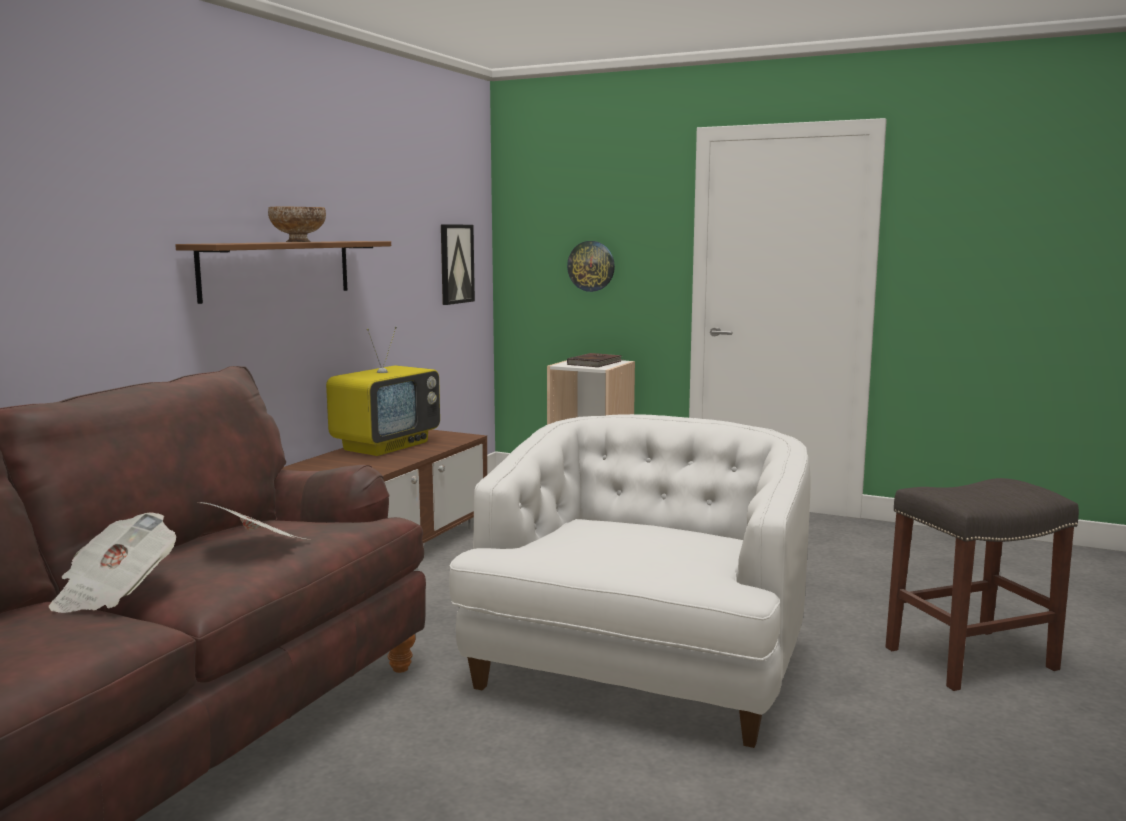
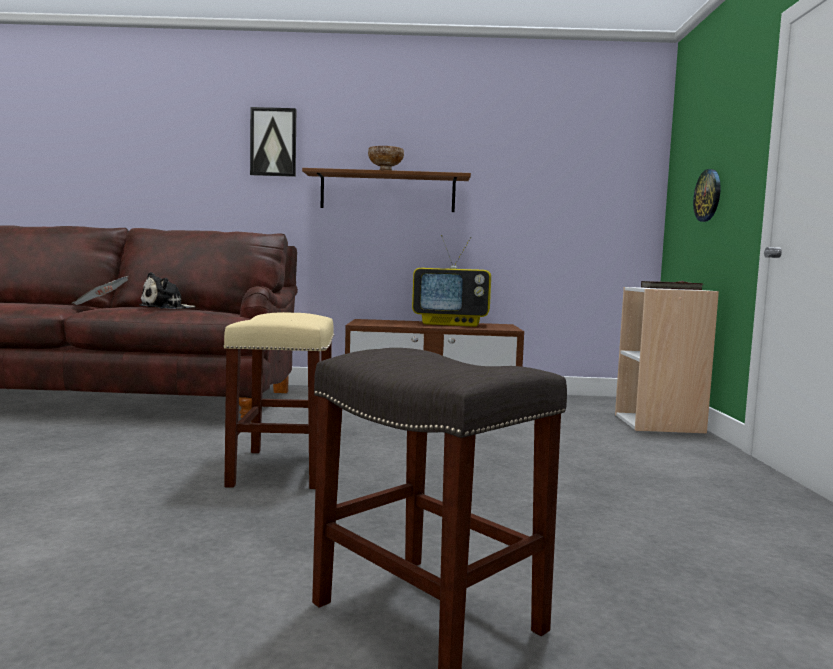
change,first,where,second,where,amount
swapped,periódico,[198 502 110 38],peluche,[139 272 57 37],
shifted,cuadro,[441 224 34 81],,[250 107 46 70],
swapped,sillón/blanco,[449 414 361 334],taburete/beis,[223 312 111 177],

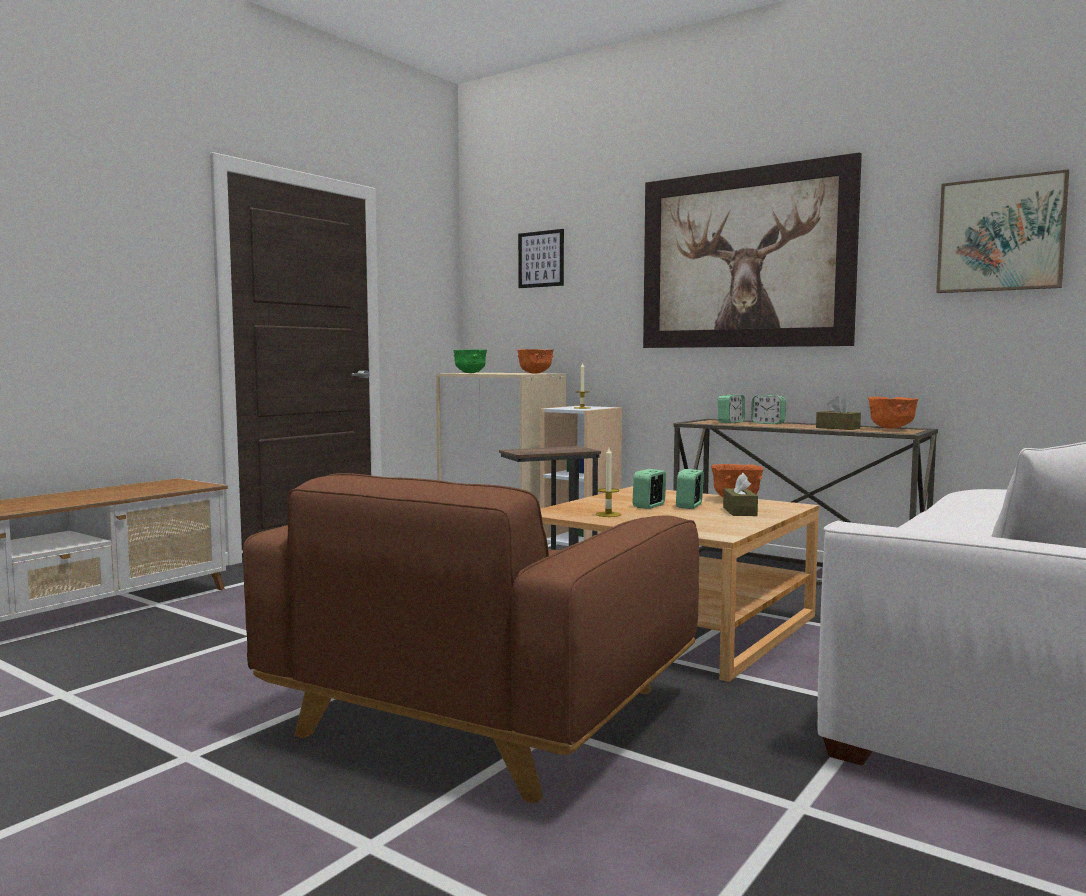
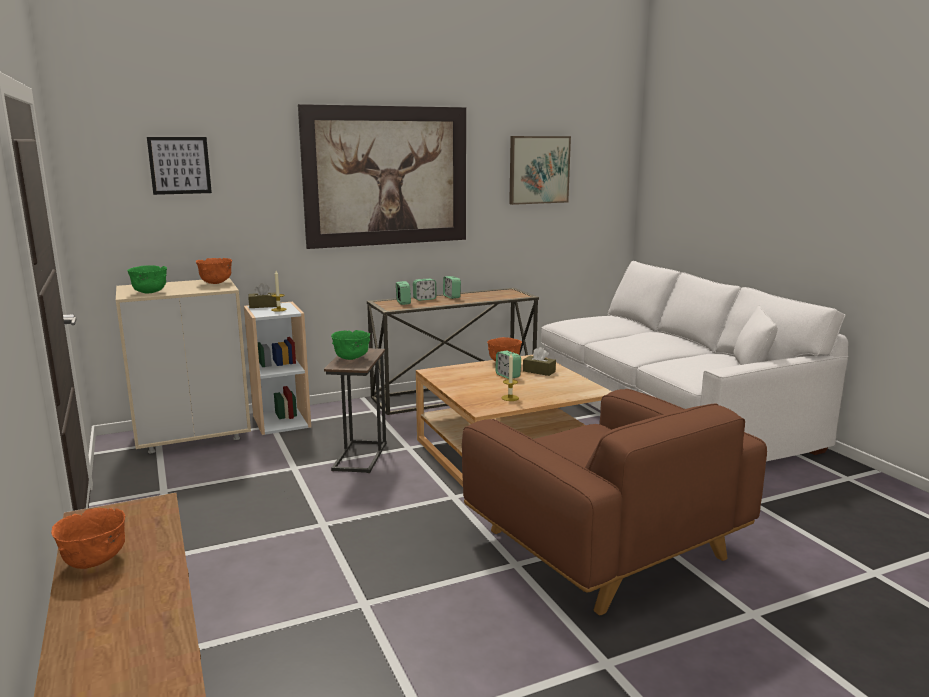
change,first,where,second,where,amount
shifted,despertador,[633 469 33 40],,[443 276 18 23],
shifted,caja de pañuelos/marrón,[816 396 45 34],,[248 283 29 25],
shifted,cuenco/naranja,[868 397 50 32],,[51 508 74 61],
new,,,cuenco/verde,[331 330 39 30],

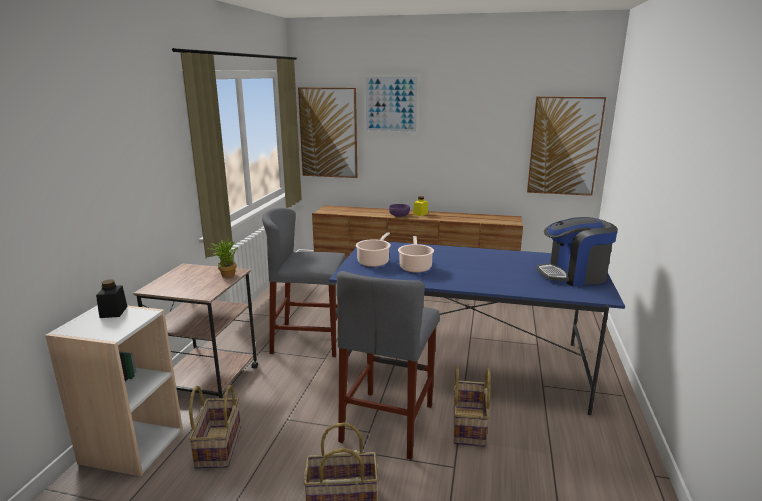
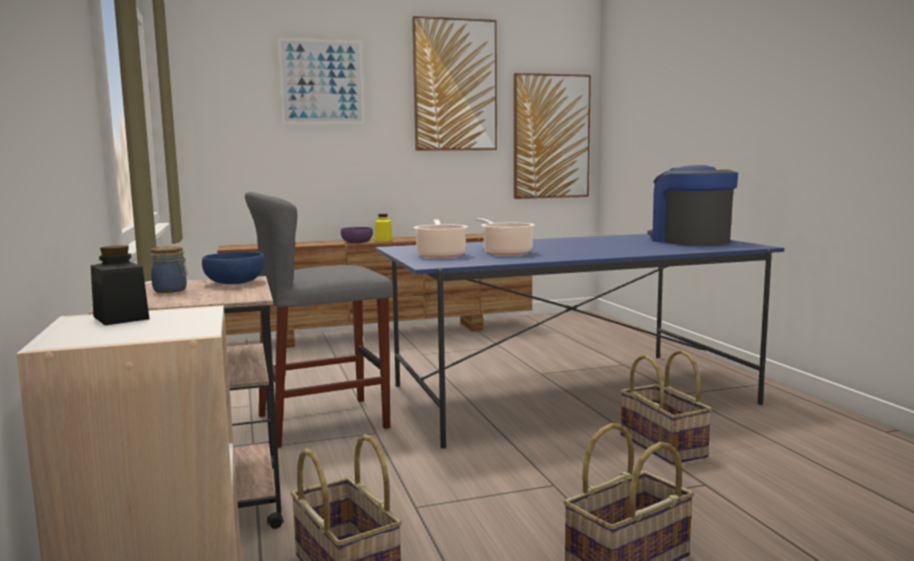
change,first,where,second,where,amount
swapped,planta en maceta,[207 237 31 41],cuenco/azul,[202 252 63 32],
shifted,cuadro,[298 87 59 91],,[412 16 85 135],
gone,taburete/gris,[337 271 103 189],,,
rotated,cafetera,[536 217 82 69],,[647 165 91 81],105 degrees clockwise
new,,,tarro,[150 246 38 47],

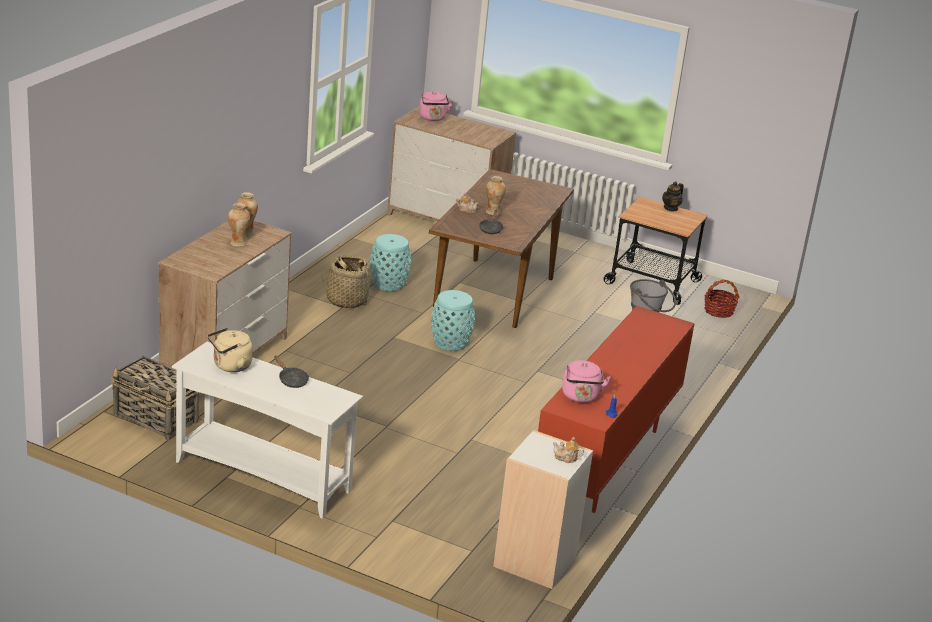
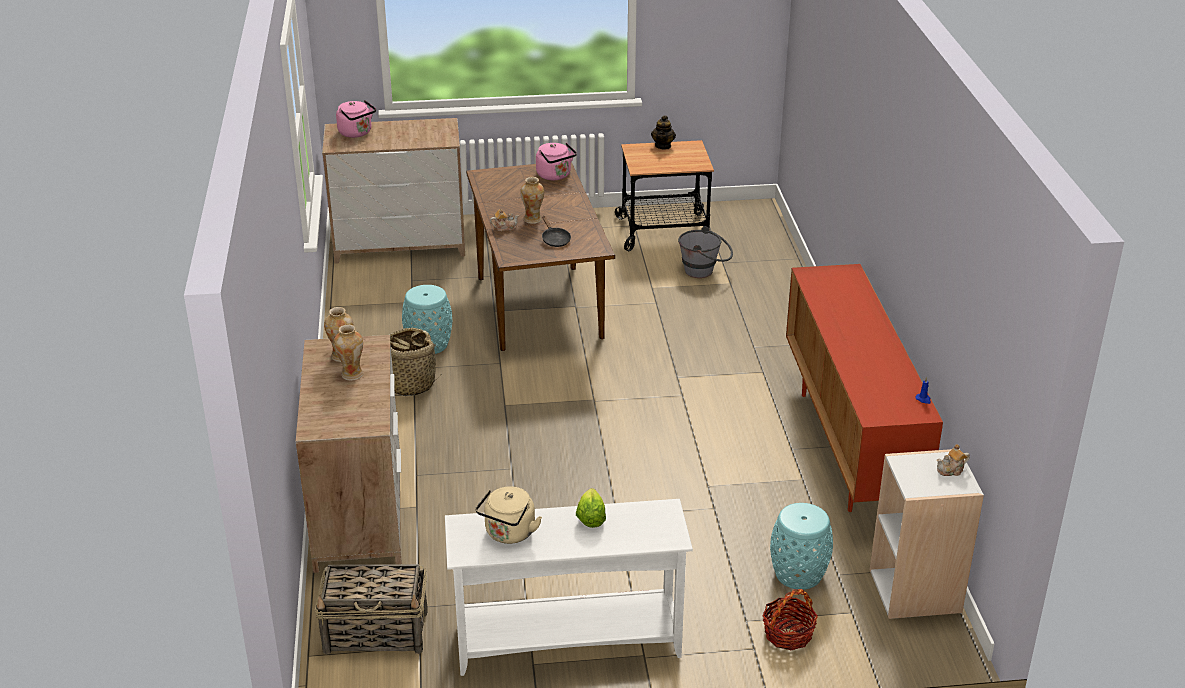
change,first,where,second,where,amount
swapped,sartén/negro,[274 356 35 32],lechuga,[576 488 30 40],
shifted,taburete/turquesa,[431 290 44 61],,[770 503 63 87],
shifted,hervidor/rosa,[562 360 49 43],,[536 143 41 37],
shifted,cesta,[704 280 35 38],,[762 589 56 61],

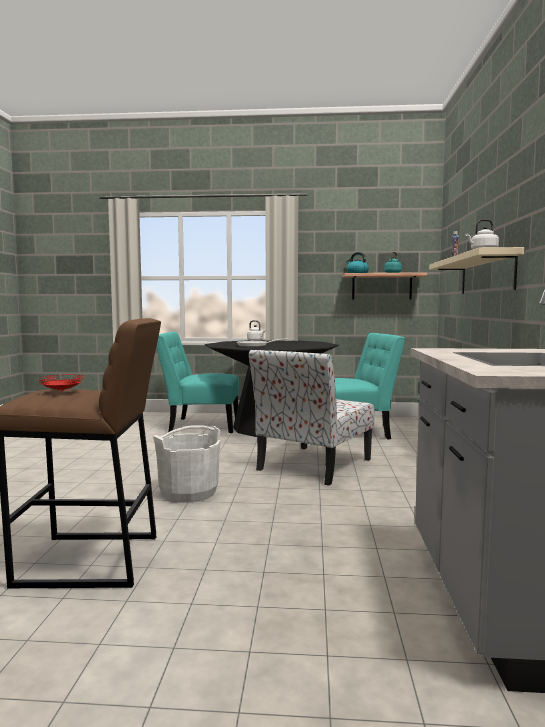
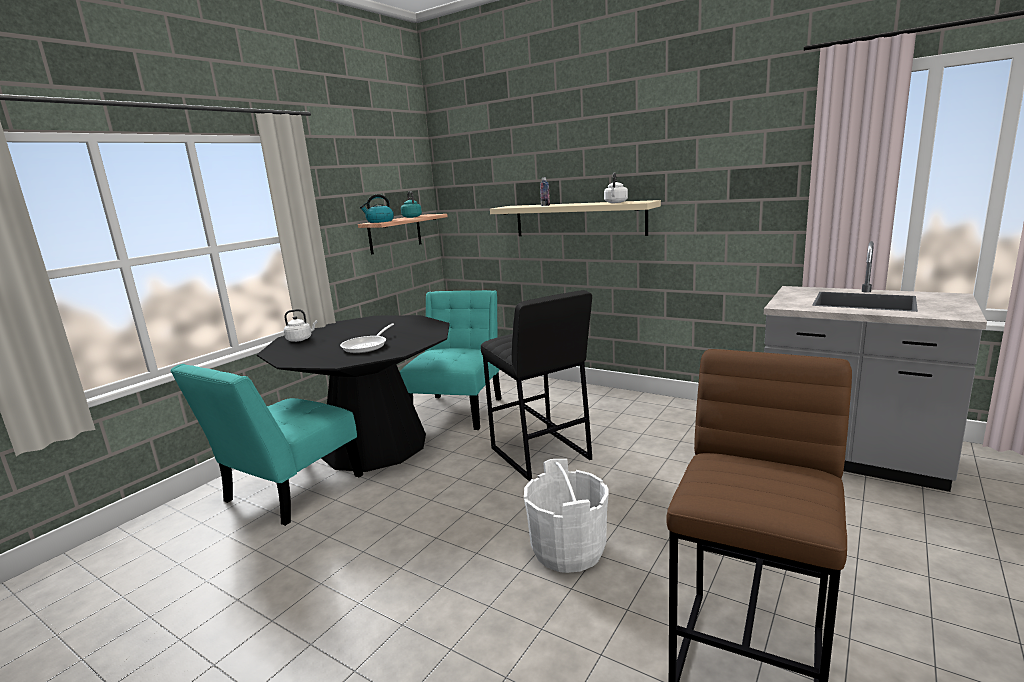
change,first,where,second,where,amount
gone,plato/rojo,[38 375 45 17],,,
swapped,silla,[249 350 126 136],taburete/negro,[481 290 111 191],

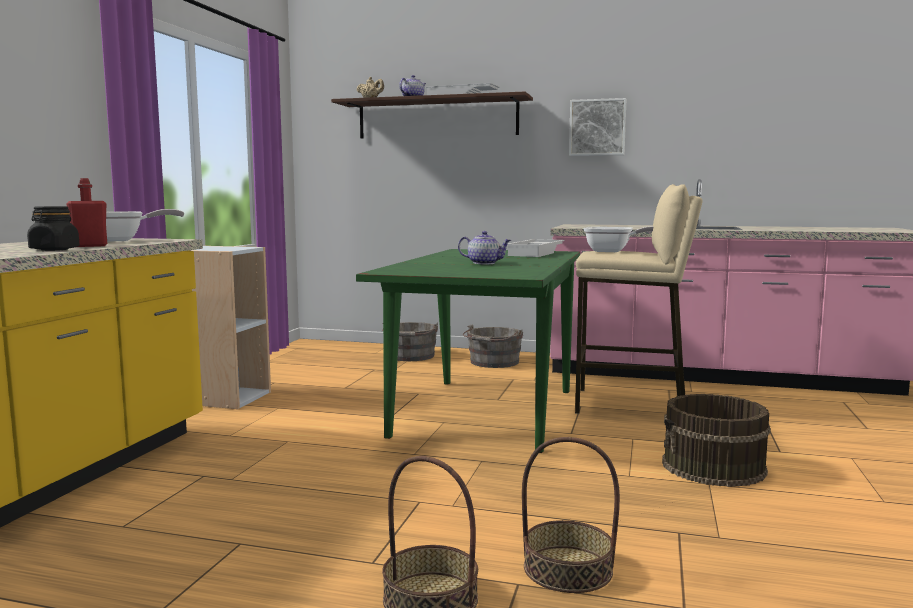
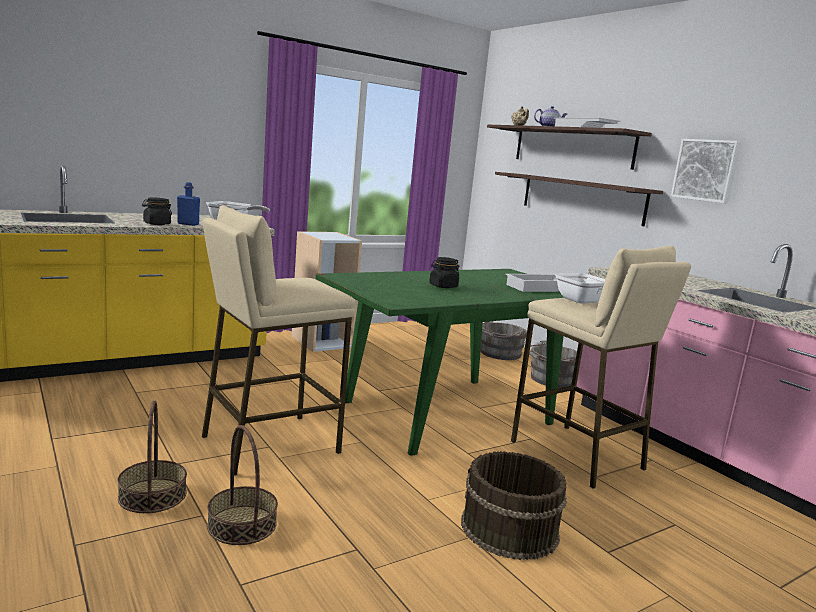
change,first,where,second,where,amount
repainted,botella/rojo,[66 178 41 69],botella/azul,[177 182 23 44],
swapped,tetera,[458 231 53 33],tarro/negro,[429 257 30 31],
new,,,taburete/beis,[202 206 153 270],
new,,,estante,[495 172 168 54],

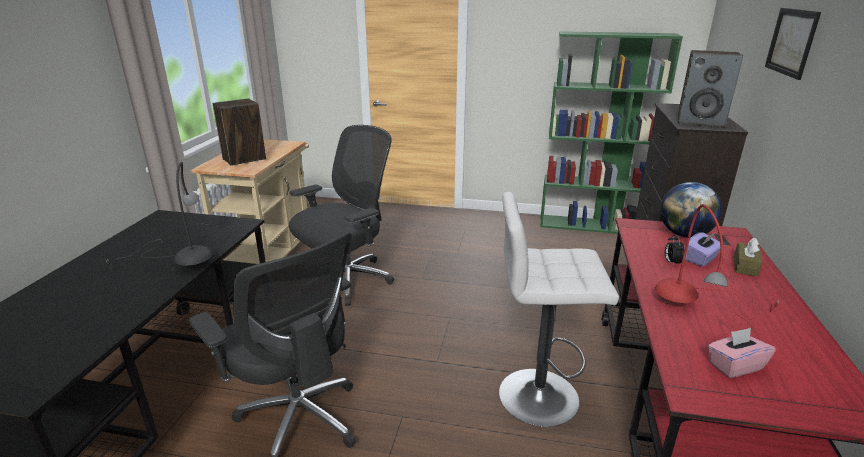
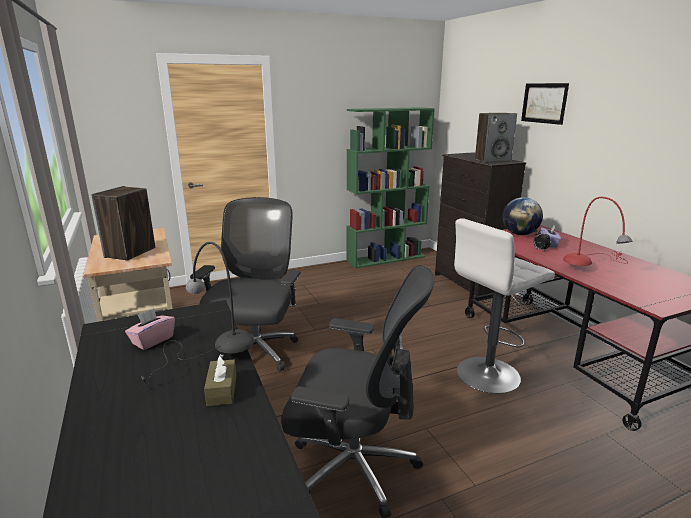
change,first,where,second,where,amount
shifted,caja de pañuelos/rosa,[707 328 69 50],,[125 308 50 42],
shifted,caja de pañuelos/marrón,[734 238 28 39],,[204 354 32 52],

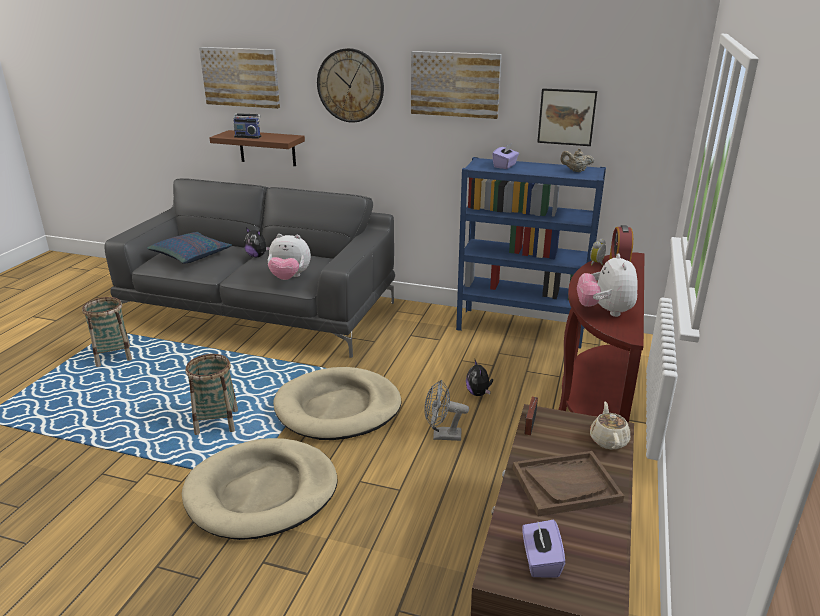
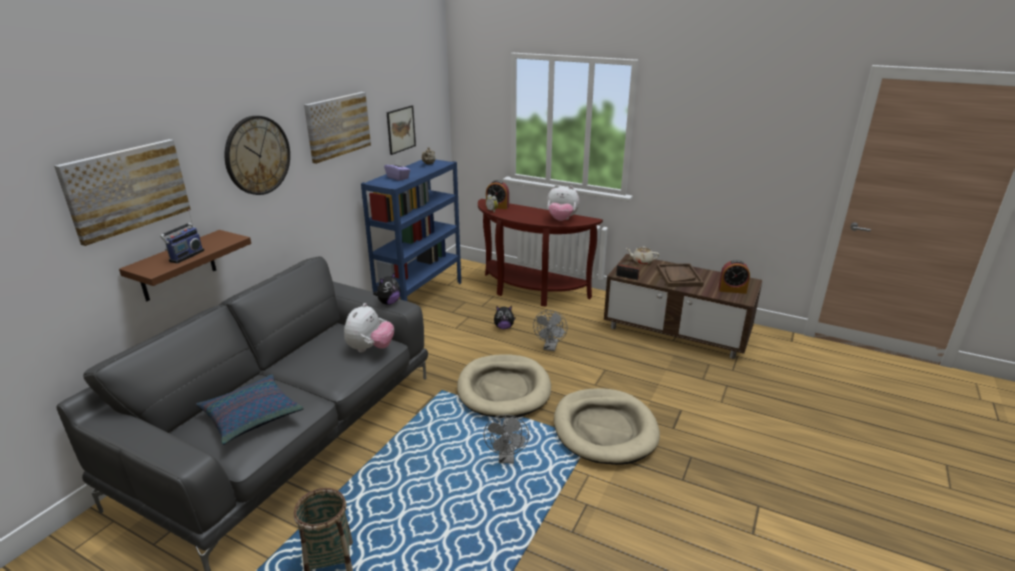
change,first,where,second,where,amount
swapped,cesta,[185 354 53 81],ventilador/gris,[484 414 45 49],
shifted,peluche,[244 228 26 29],,[373 273 28 32],
swapped,caja de pañuelos/morado,[522 520 43 58],despertador,[719 260 31 34],

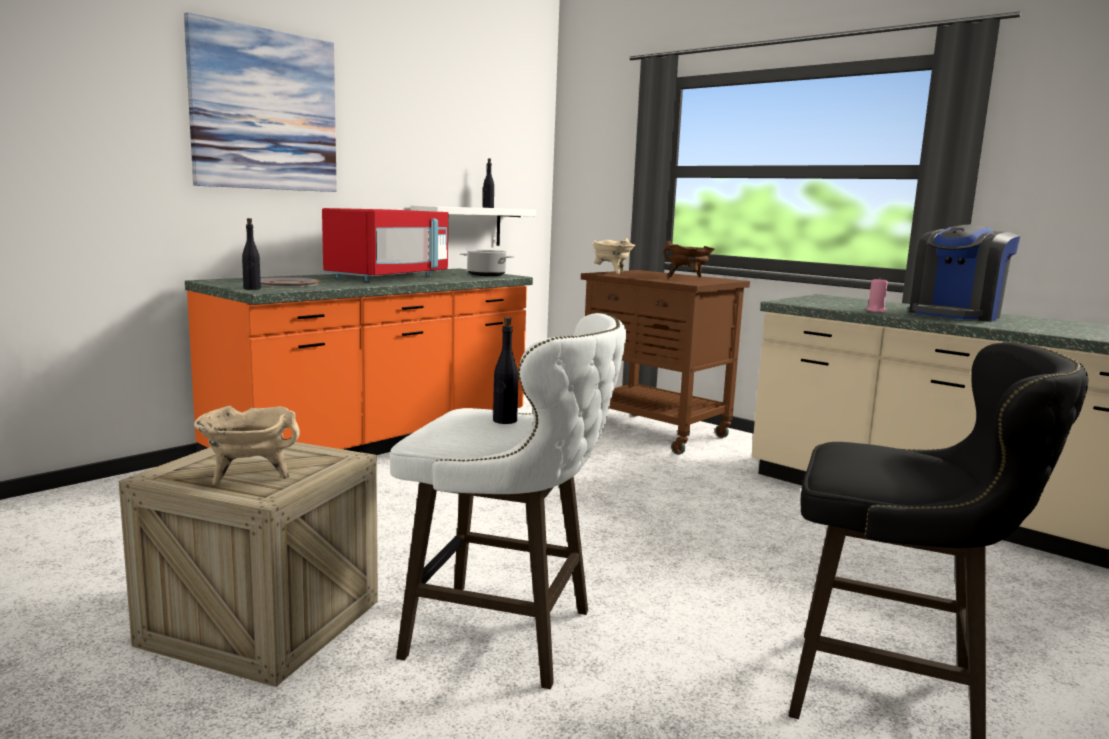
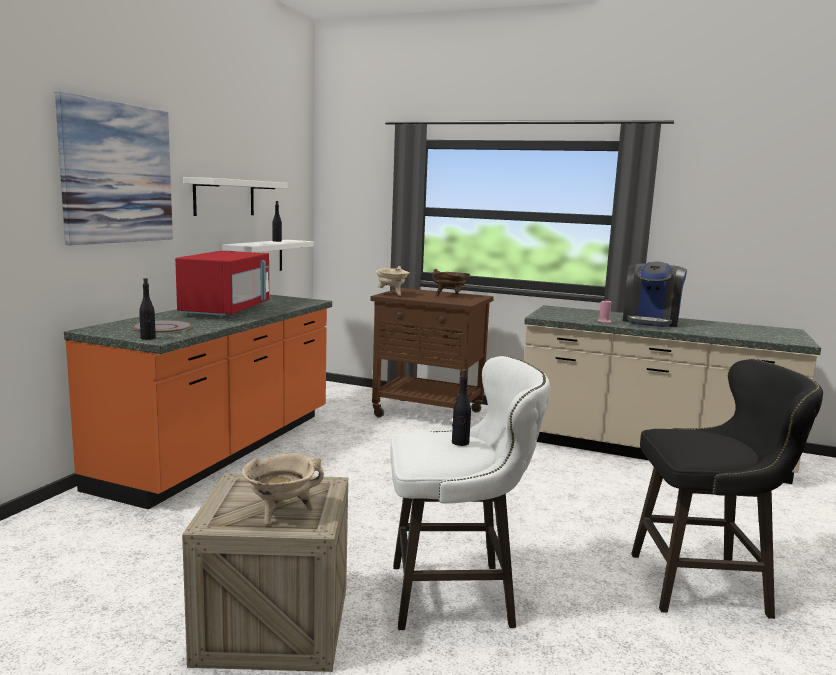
change,first,where,second,where,amount
gone,olla,[460 250 54 26],,,
new,,,estante/blanco,[183 177 105 39],

